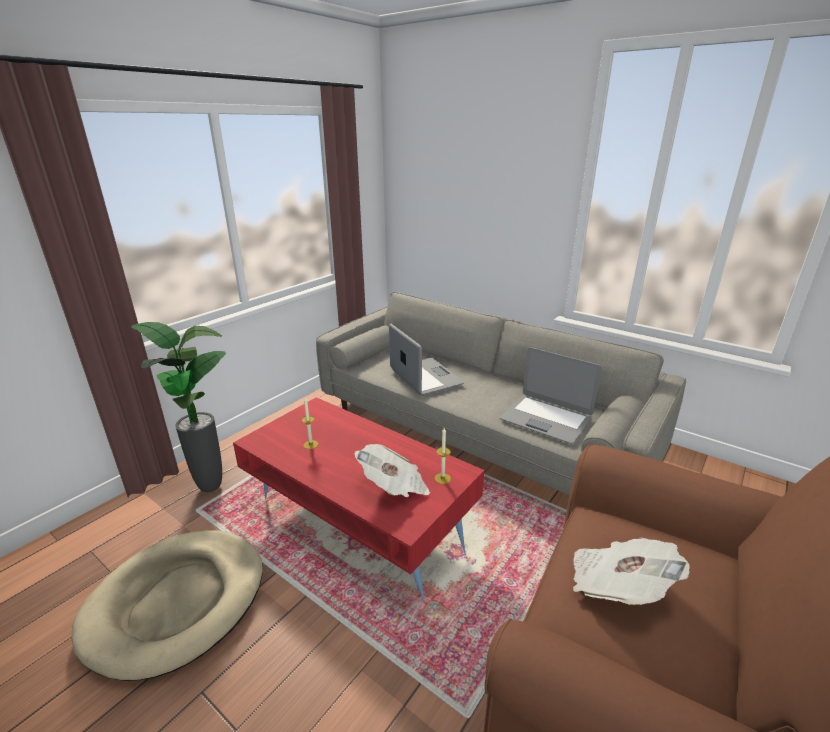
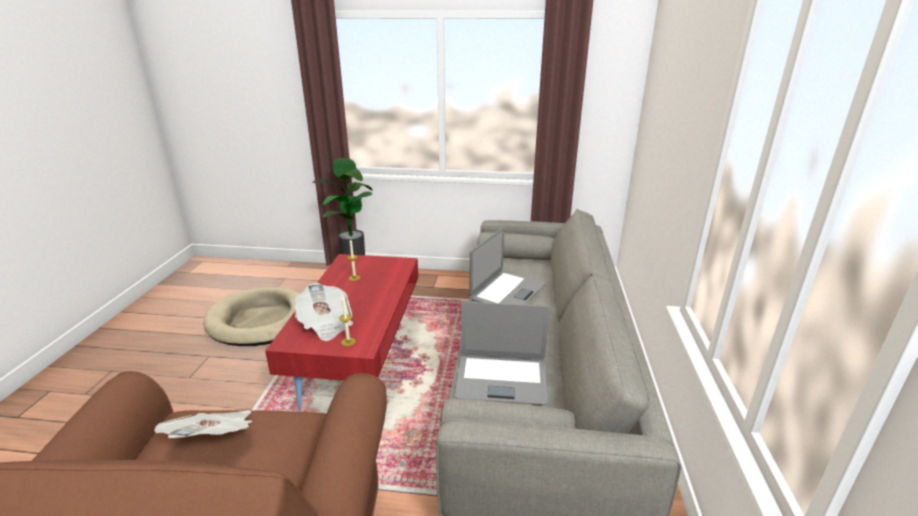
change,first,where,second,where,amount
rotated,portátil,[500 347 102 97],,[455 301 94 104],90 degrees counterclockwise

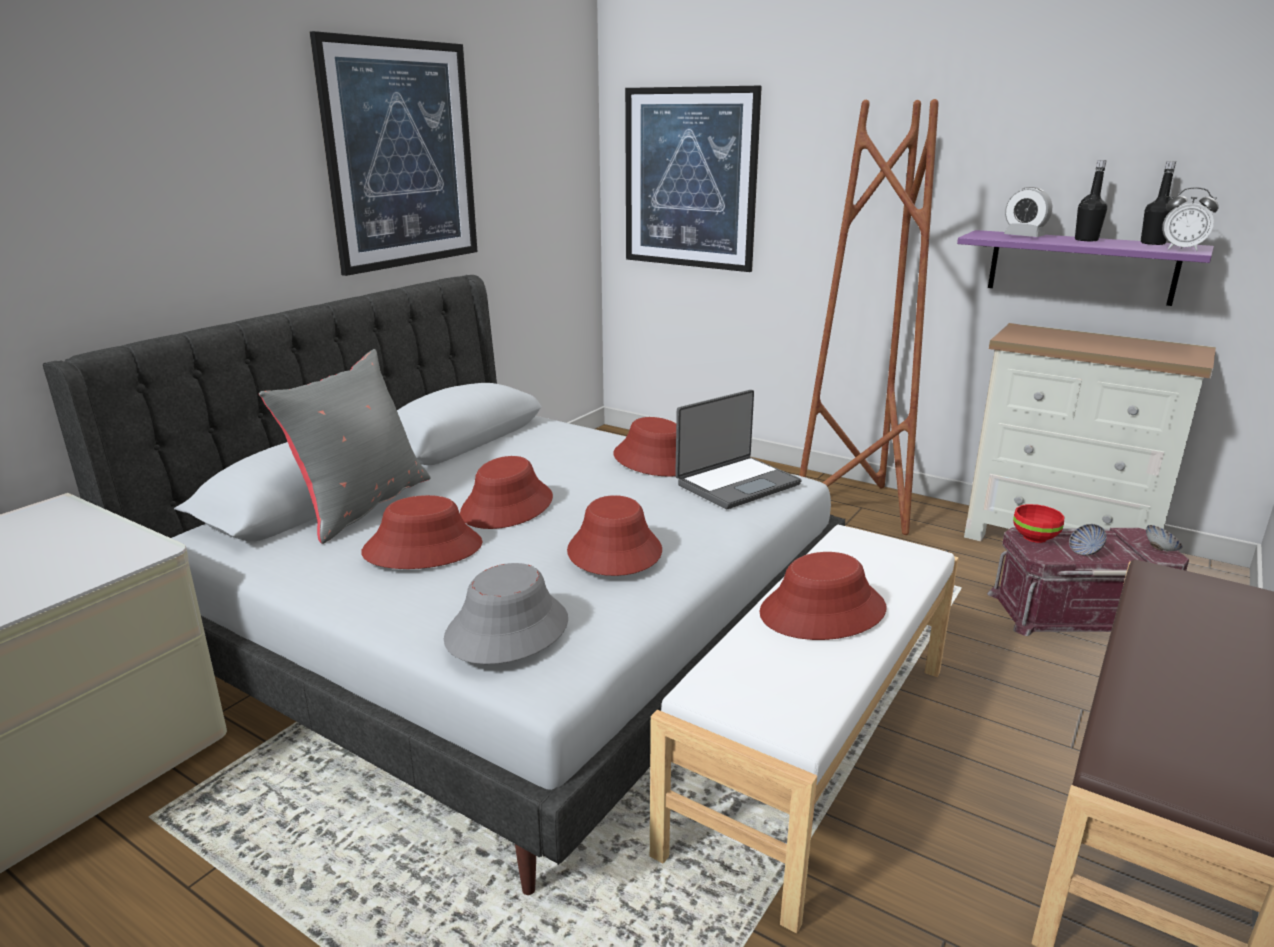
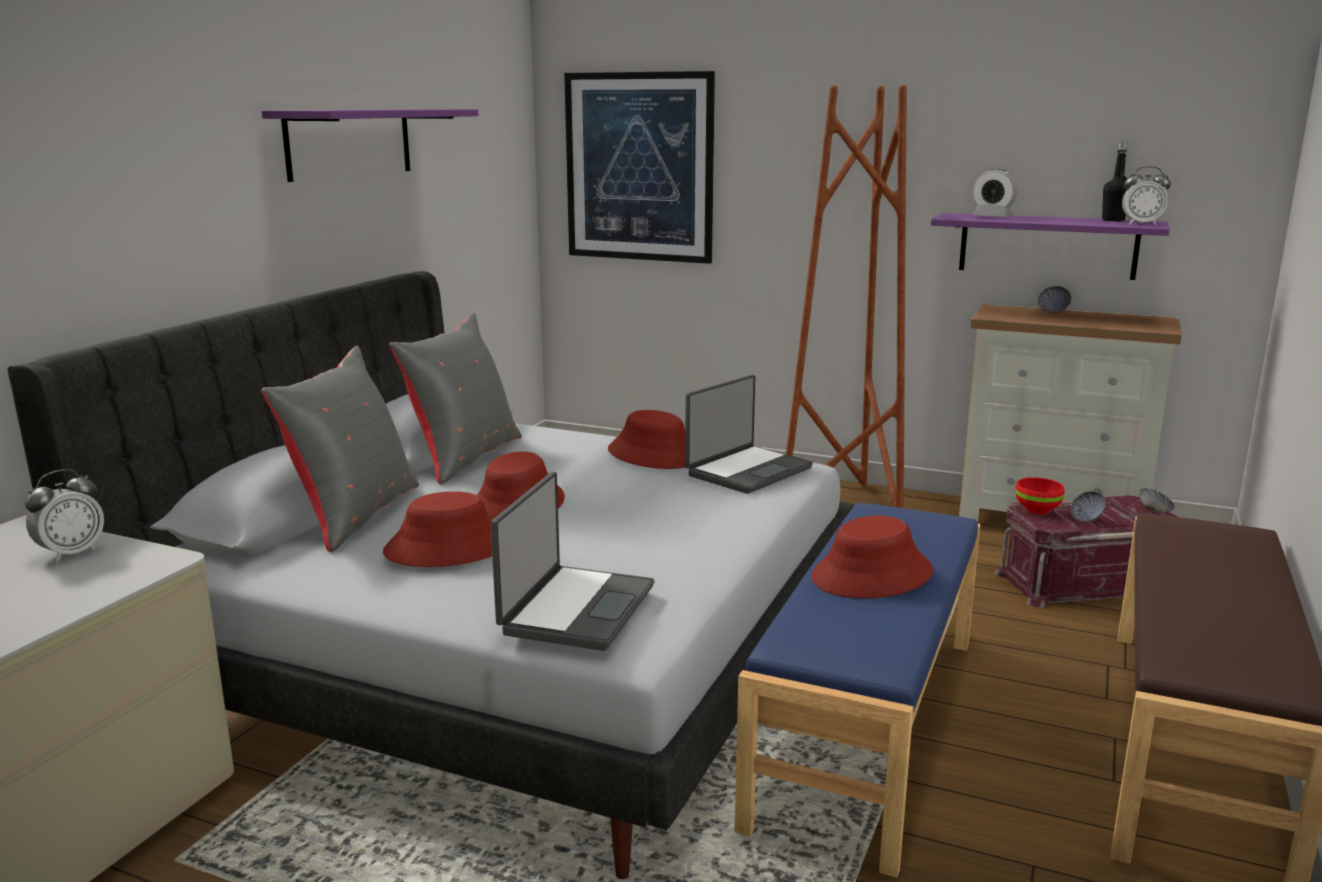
change,first,where,second,where,amount
swapped,cuadro,[310 31 167 245],estante/morado,[262 109 216 73],
swapped,sombrero/gris,[444 563 124 101],portátil,[491 472 163 179],
gone,sombrero/rojo,[567 495 95 81],,,
repainted,banco/blanco,[650 525 309 408],banco/azul,[735 503 245 375],
gone,botella/negro,[1075 160 32 81],,,
new,,,despertador,[25 469 79 93],
new,,,cojín/gris,[389 313 133 172],
new,,,cuenco,[1038 286 33 27],

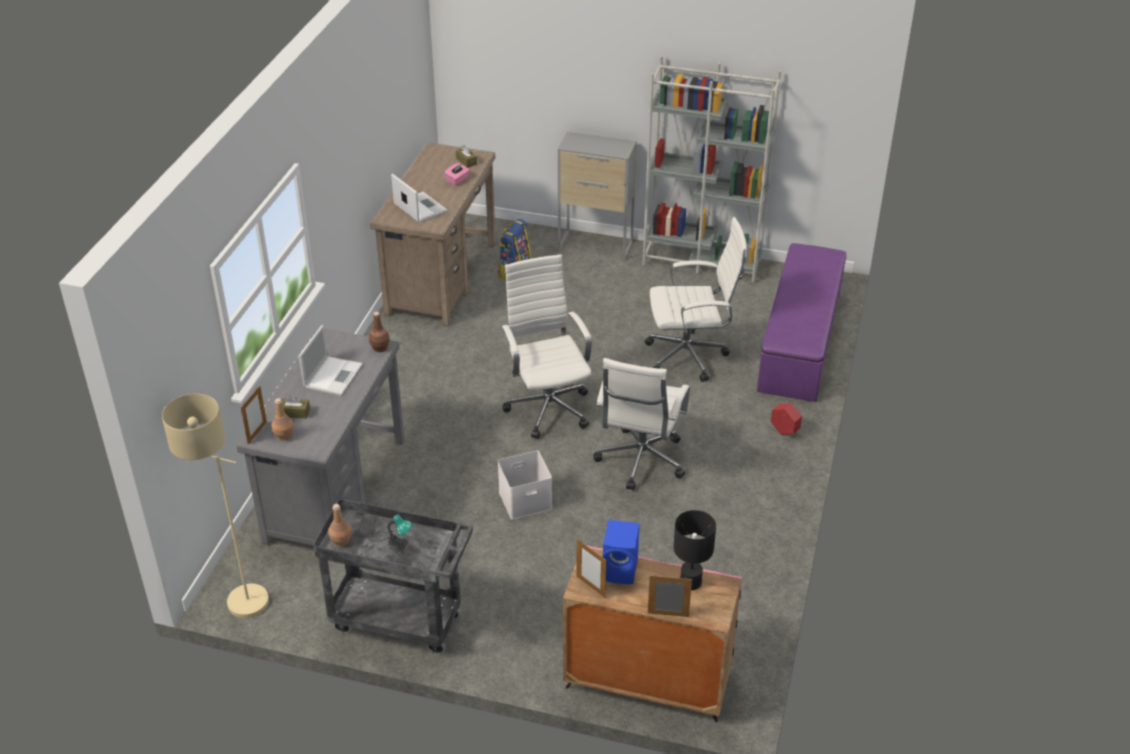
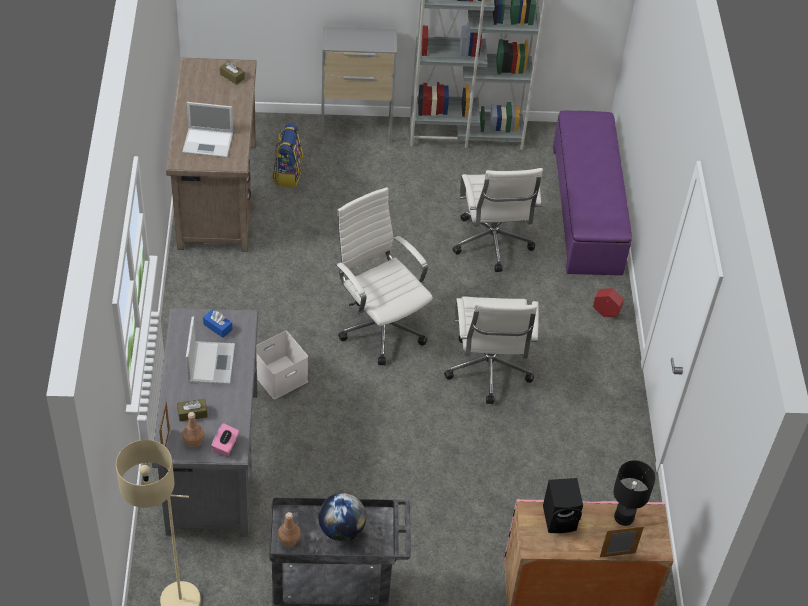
change,first,where,second,where,amount
swapped,lámpara de mesa,[368 515 53 40],globo terráqueo,[318 493 48 48],
gone,botella/marrón,[369 312 21 40],,,
rotated,portátil,[391 174 56 49],,[182 102 51 56],150 degrees clockwise
shifted,caja de pañuelos/rosa,[444 163 25 23],,[211 423 28 33],
shifted,caja de almacenaje/blanco,[498 450 54 70],,[256 331 52 68],
gone,portarretratos,[576 539 30 59],,,
repainted,altavoz/azul,[603 520 37 64],altavoz/negro,[543 478 40 55],
rotated,silla de oficina/blanco,[645 217 102 165],,[452 168 91 104],105 degrees clockwise
new,,,caja de pañuelos/azul,[203 309 30 29],

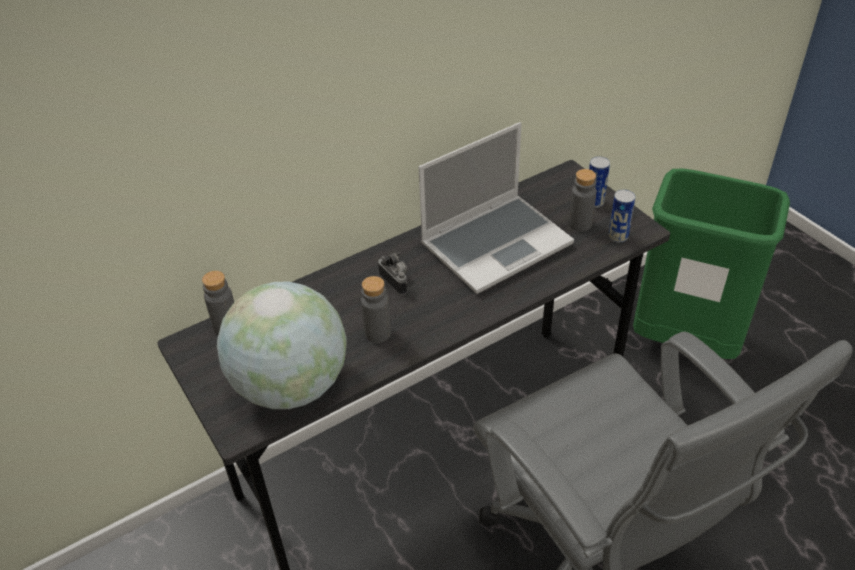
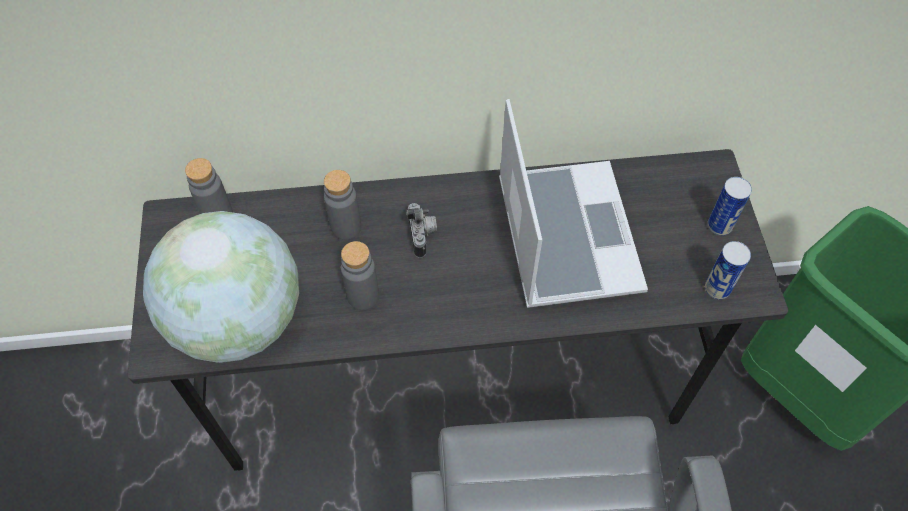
change,first,where,second,where,amount
rotated,portátil,[418 122 156 172],,[499 99 149 209],90 degrees counterclockwise
shifted,botella/gris,[568 169 29 62],,[324 170 37 70],

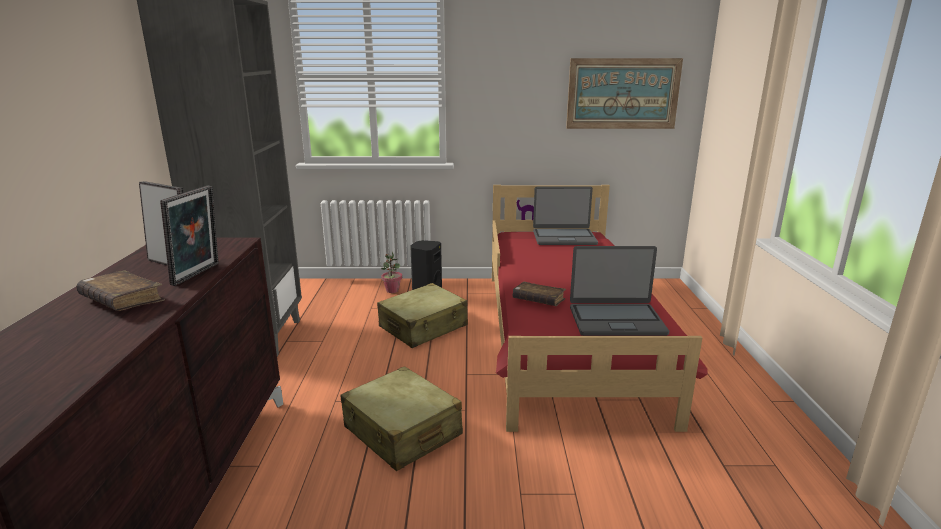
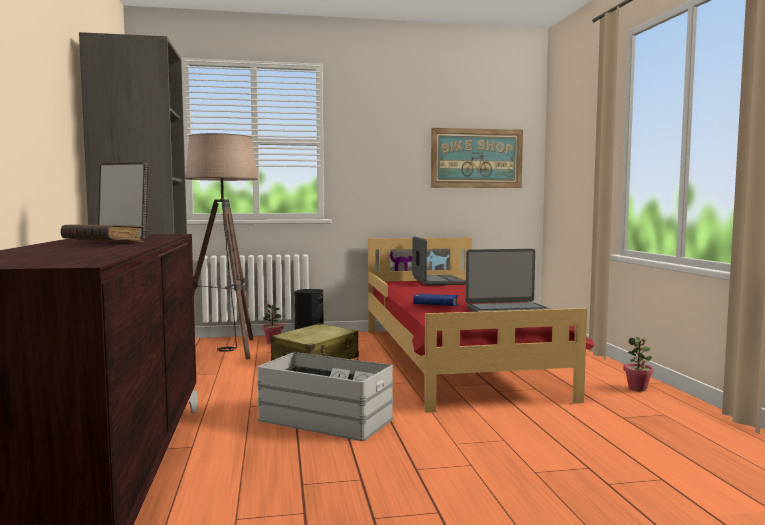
change,first,where,second,where,amount
gone,portarretratos,[160 185 58 101],,,
swapped,maleta/beis,[341 366 122 105],caja de almacenaje/gris,[257 352 136 89],
repainted,libro/marrón,[513 282 53 24],libro/azul,[413 294 46 12],
rotated,portátil,[533 187 65 58],,[412 237 54 48],90 degrees counterclockwise
new,,,lámpara de pie,[185 133 73 226],
new,,,planta en maceta,[623 337 31 54],

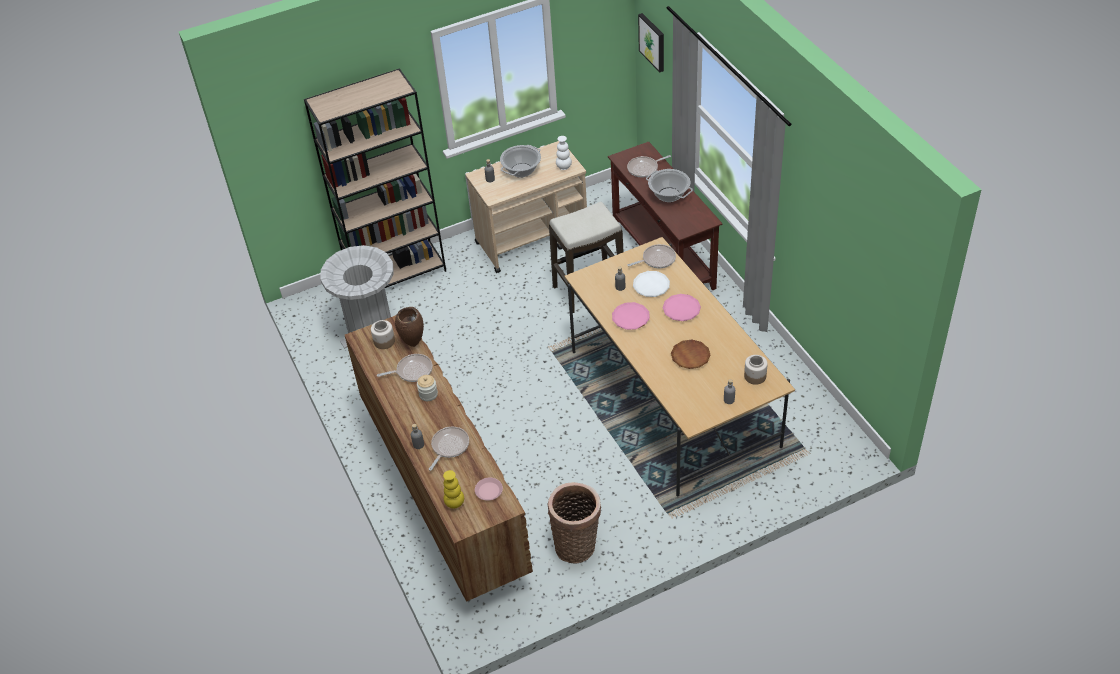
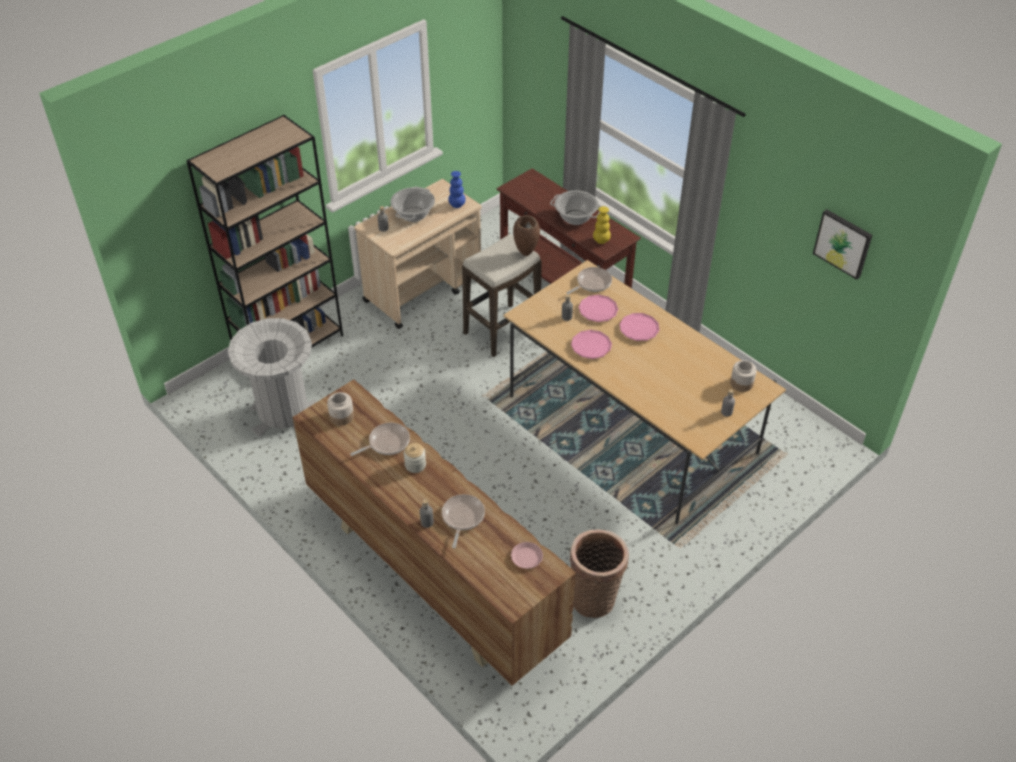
change,first,where,second,where,amount
shifted,florero/marrón,[395 307 29 40],,[513 215 27 41],
shifted,florero/amarillo,[443 470 21 38],,[593 206 18 38],
repainted,florero/blanco,[556 136 16 34],florero/azul,[448 171 18 37],
gone,sartén,[627 155 44 22],,,
repainted,plato/blanco,[633 271 37 26],plato/rosa,[579 295 39 27],
shifted,cuadro,[638 13 26 59],,[813 209 59 71],
gone,plato/marrón,[671 340 40 29],,,

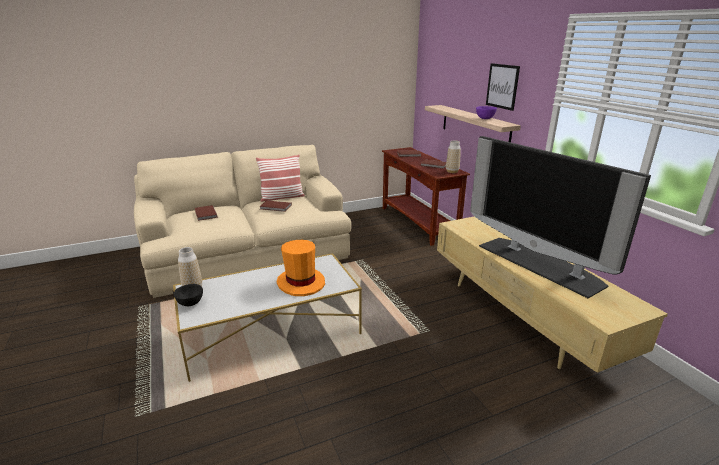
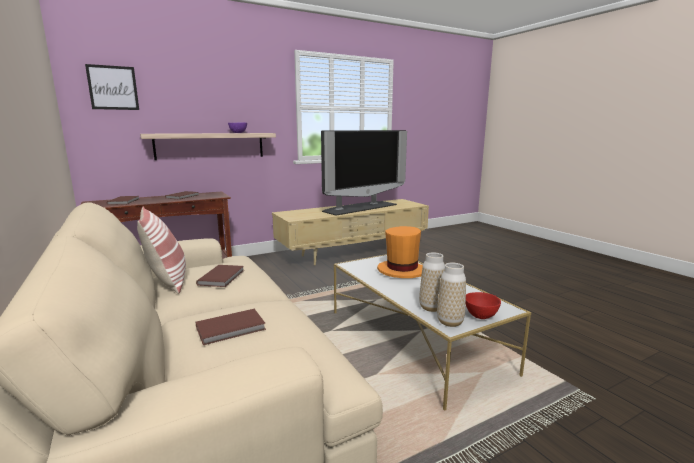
change,first,where,second,where,amount
repainted,cuenco/negro,[173 284 30 22],cuenco/rojo,[466 292 35 27],
shifted,florero,[446 141 15 32],,[419 252 26 60],
shifted,cuadro,[486 63 34 48],,[85 64 54 46],

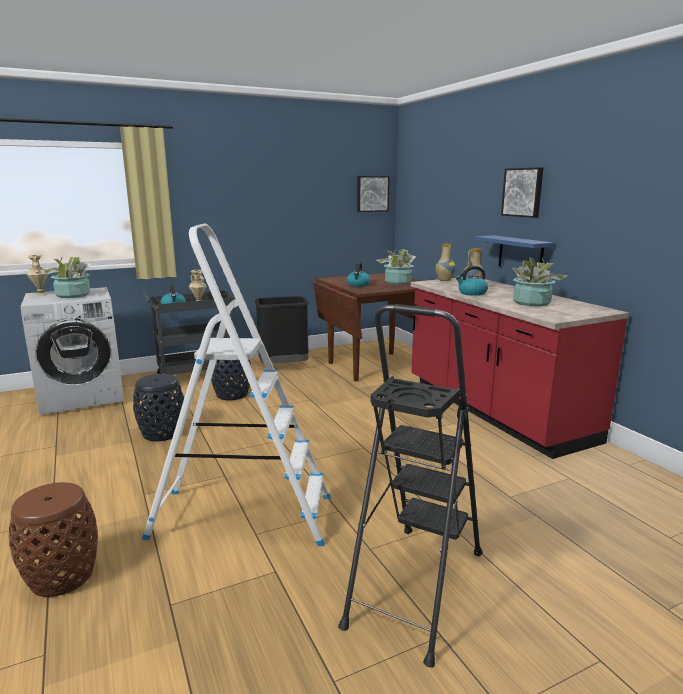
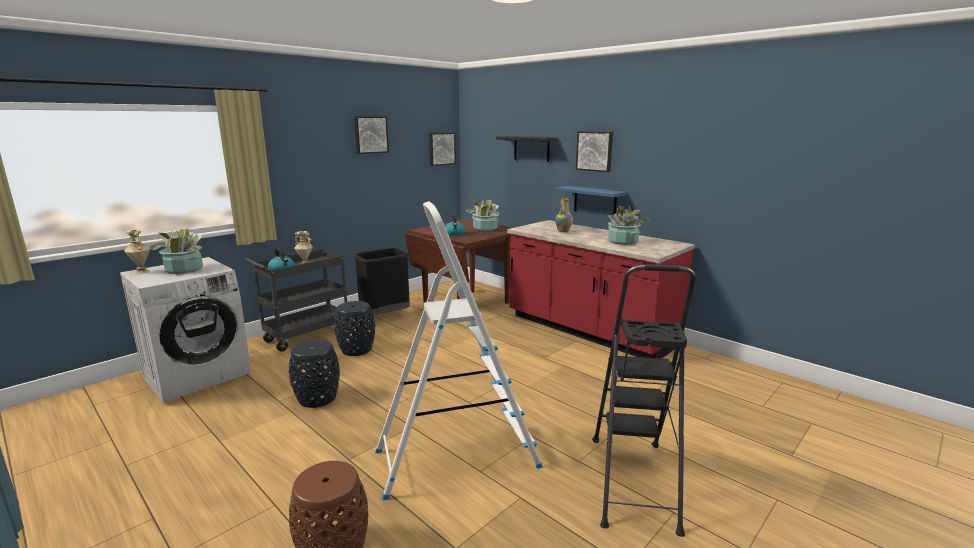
change,first,where,second,where,amount
gone,florero,[435 244 21 37],,,
gone,hervidor,[456 266 32 30],,,
new,,,cuadro,[354 116 35 38],
new,,,estante/negro,[496 136 61 26],

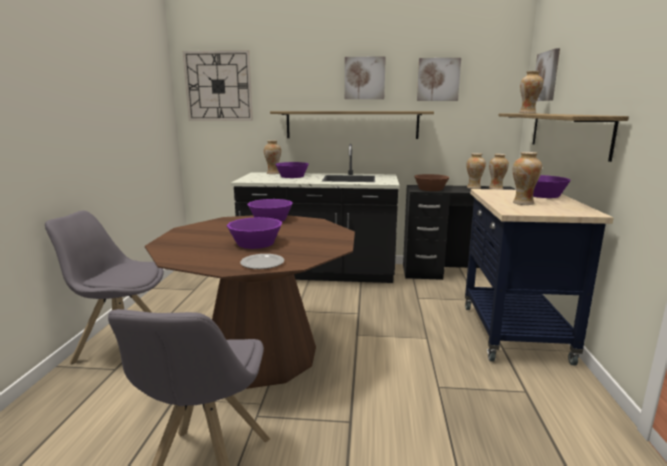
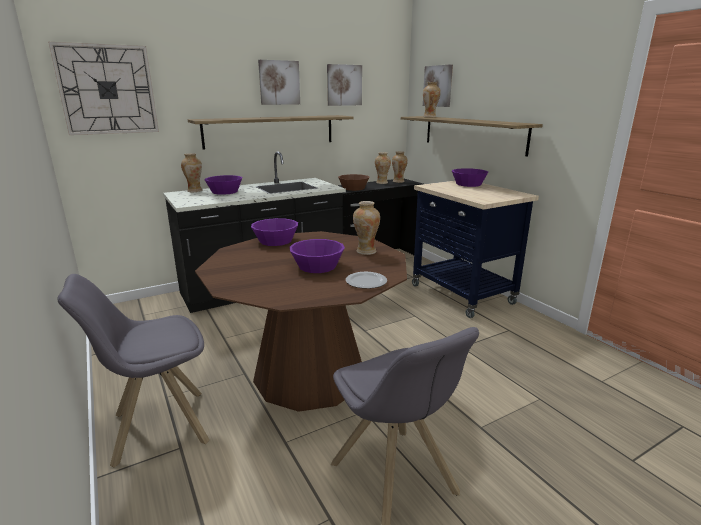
change,first,where,second,where,amount
shifted,florero,[513 152 29 53],,[353 201 27 54],

